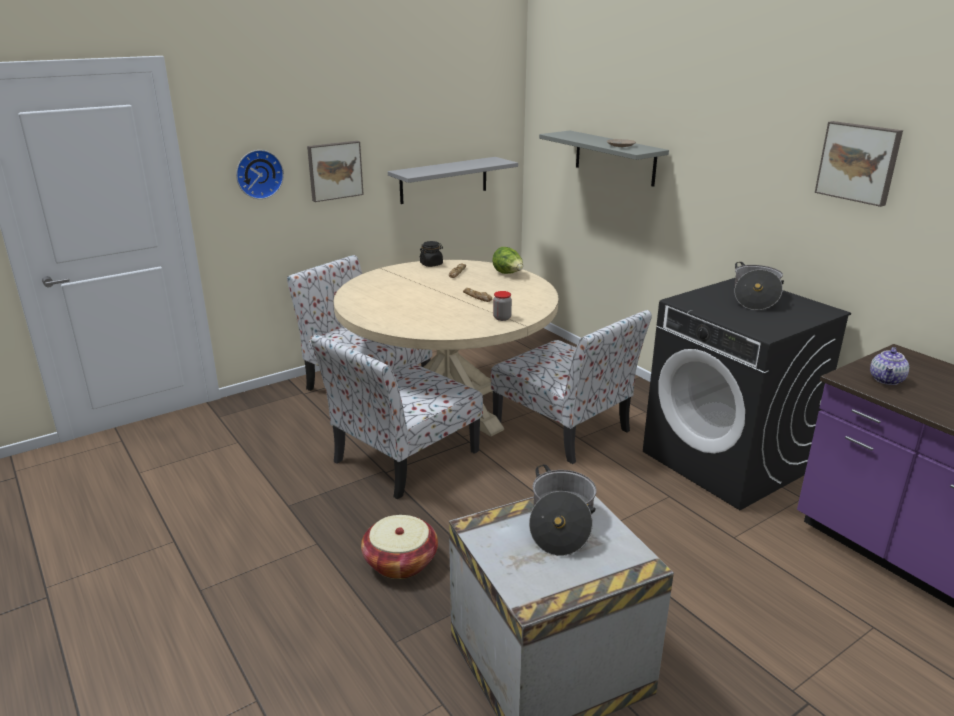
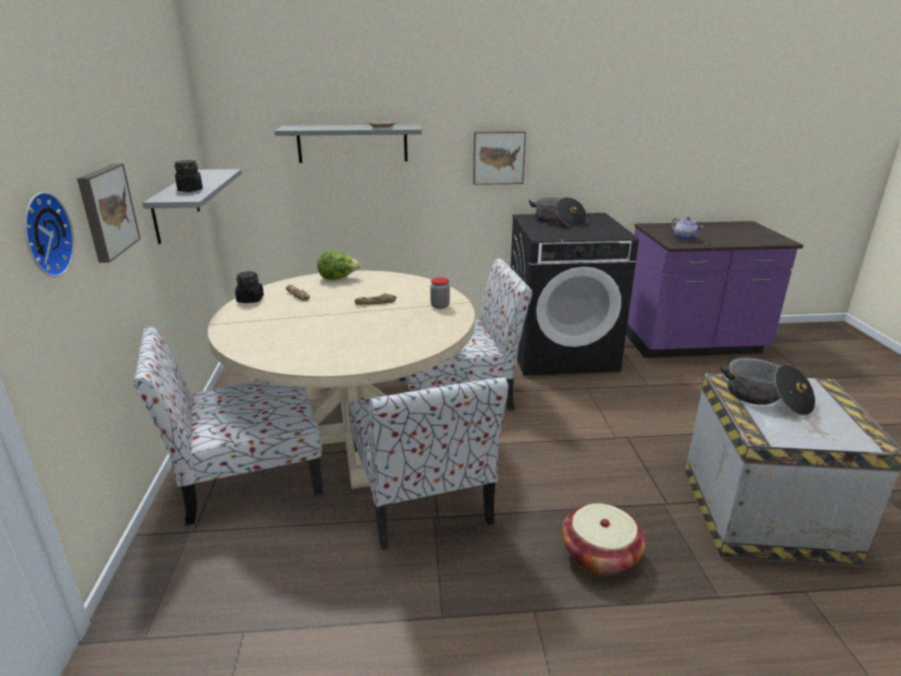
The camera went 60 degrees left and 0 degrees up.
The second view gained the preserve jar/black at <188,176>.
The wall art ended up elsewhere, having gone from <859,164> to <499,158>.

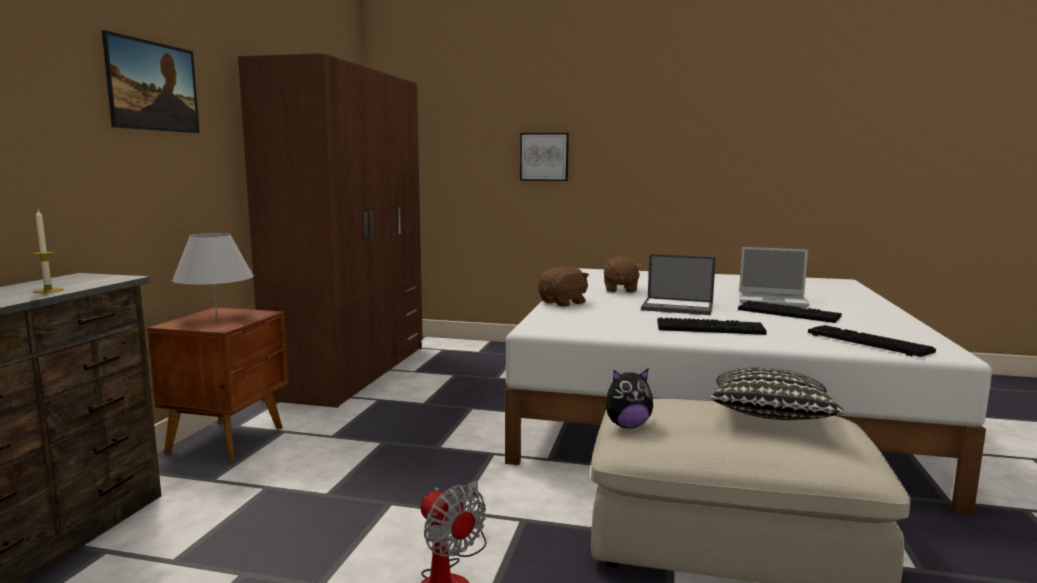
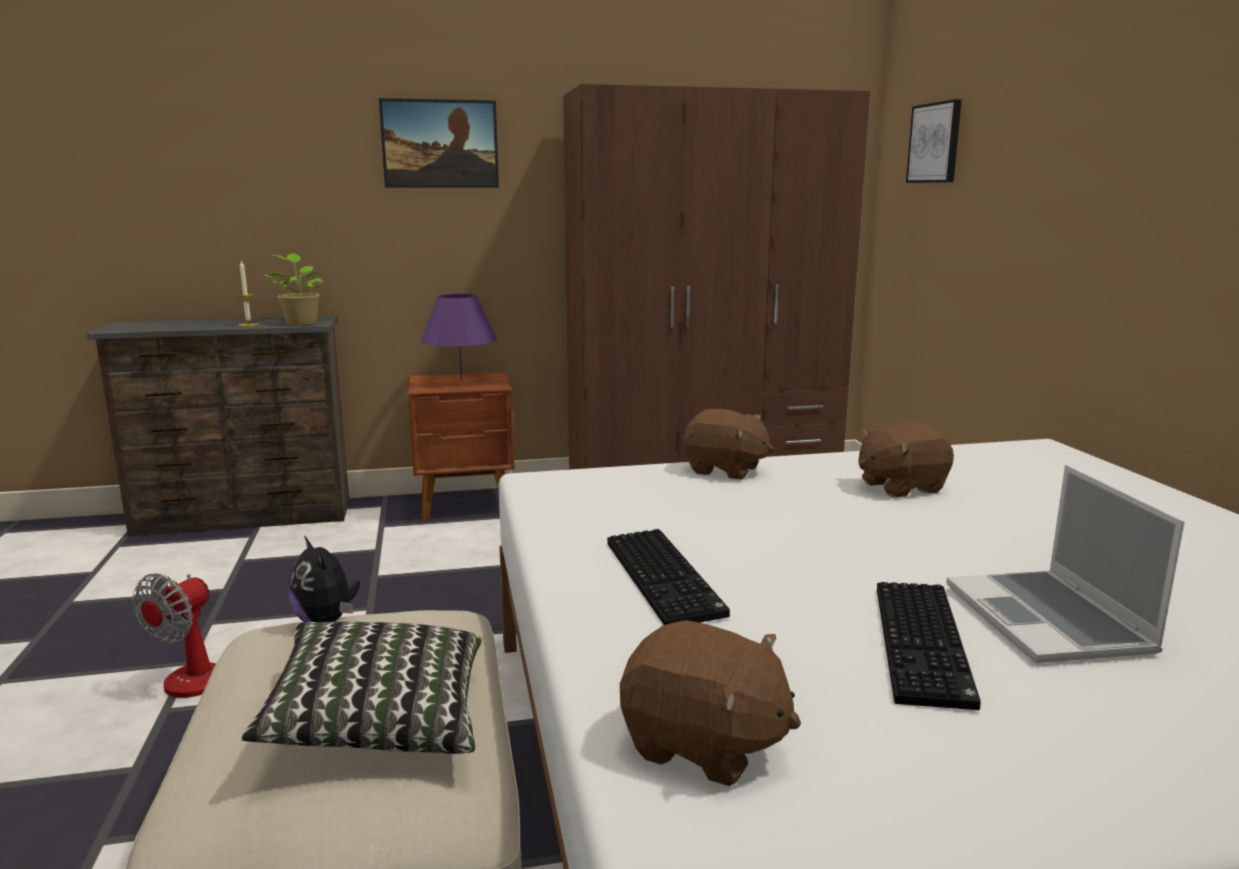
The camera went 65 degrees right and 5 degrees up.
The second view lost the notebook computer at <678,284>.
The second view gained the plant in a pot at <294,289>.
The wall art ended up elsewhere, having gone from <544,157> to <934,141>.
Where the PC keyboard stood at <872,341>, the cuddly toy/brown-coloured came to stand at <710,703>.
What was the tabletop lamp/white at <213,275> turned into the tabletop lamp/purple-coloured at <459,337>.

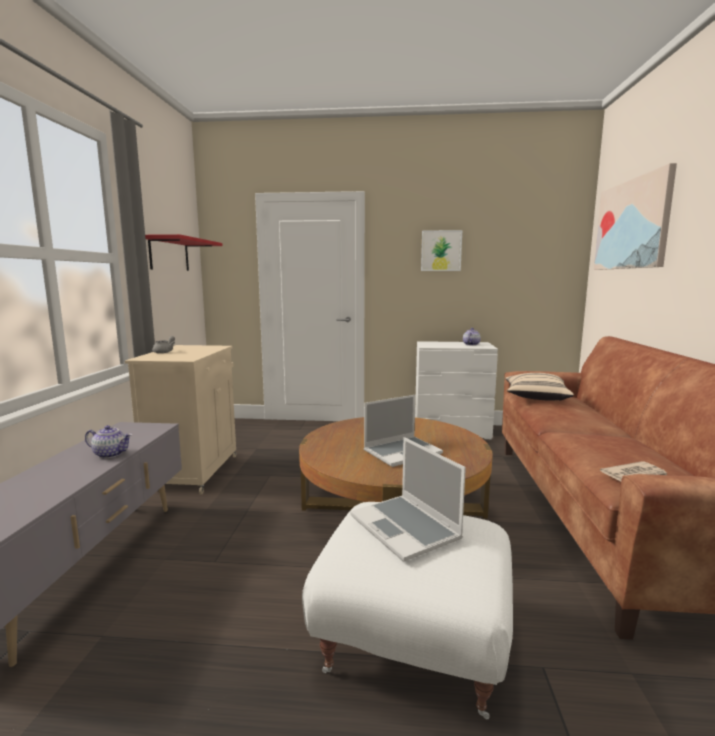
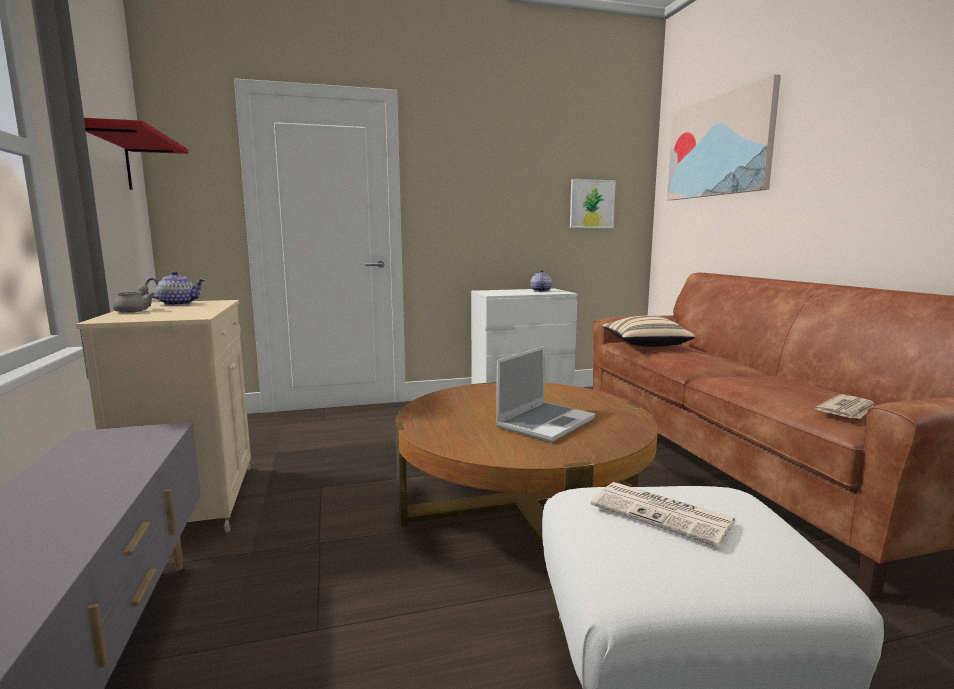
The camera went 20 degrees left and 0 degrees up.
The teapot ended up elsewhere, having gone from <108,441> to <175,288>.
The wall art ended up elsewhere, having gone from <441,250> to <593,203>.
Where the notebook computer stood at <408,499>, the daily paper came to stand at <663,514>.

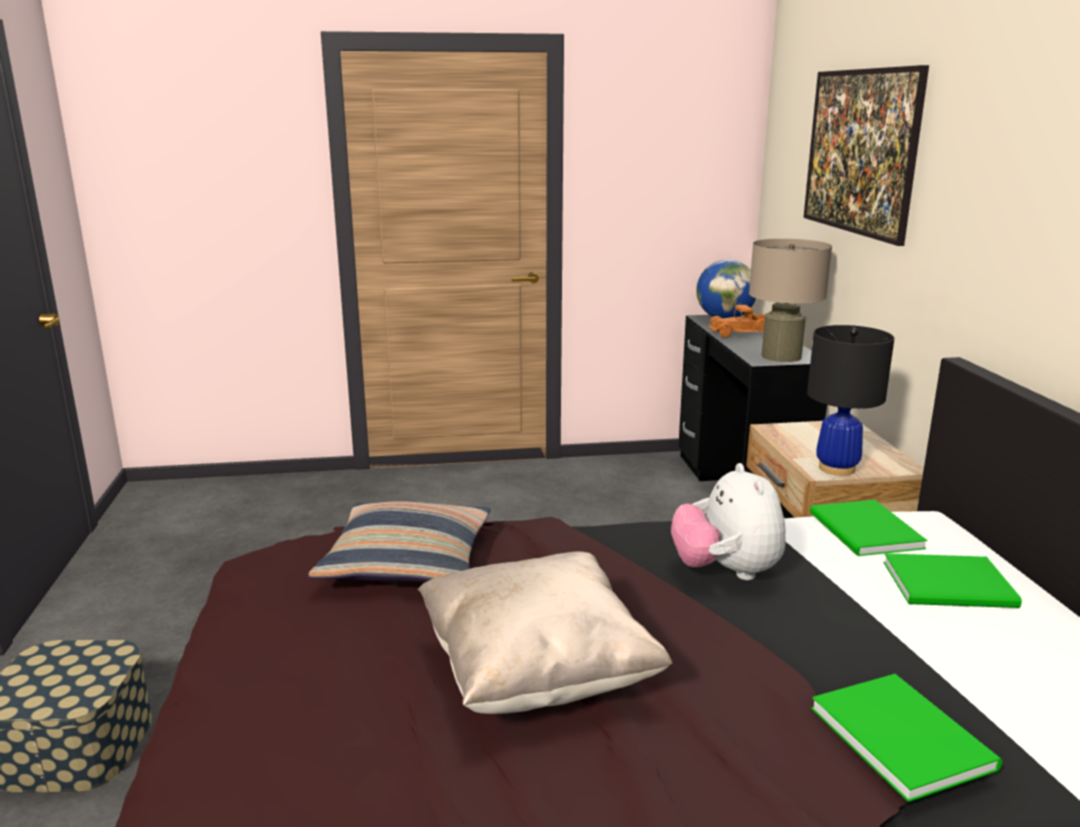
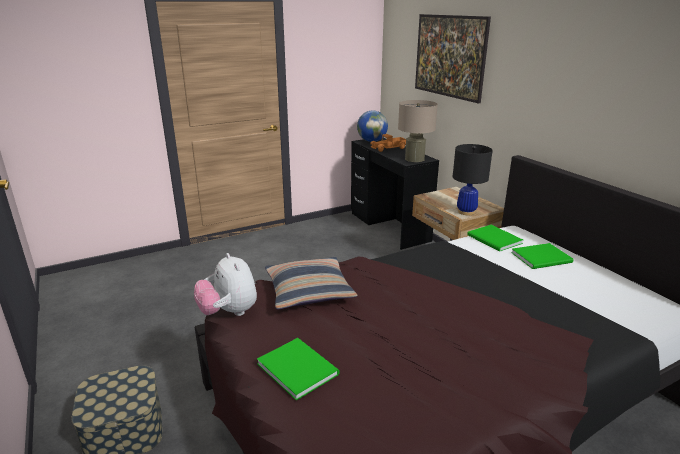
The camera went 20 degrees left and 5 degrees up.
The second view lost the pillow/beige-coloured at <545,632>.
The cuddly toy ended up elsewhere, having gone from <728,521> to <225,284>.
The book/green ended up elsewhere, having gone from <906,738> to <298,369>.

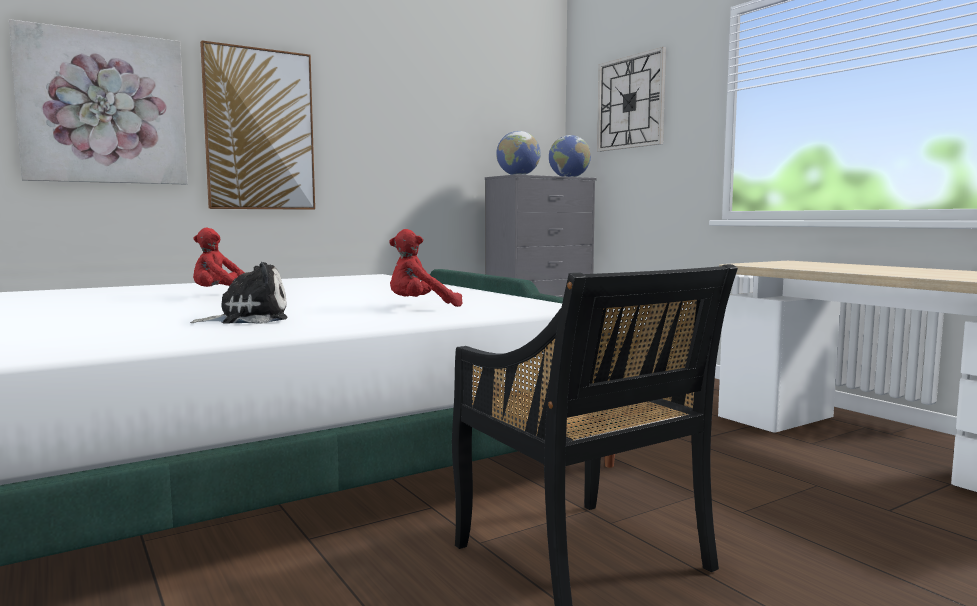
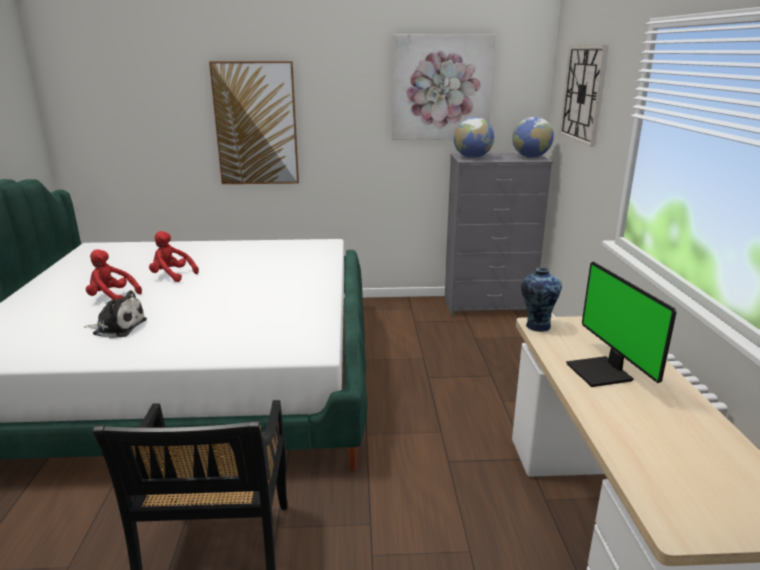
The camera went 30 degrees right and 15 degrees up.
The second view gained the decorative vase at <541,299>.
The second view gained the computer screen at <621,324>.
The wall art ended up elsewhere, having gone from <98,101> to <443,87>.
The cuddly toy/red-coloured ended up elsewhere, having gone from <425,268> to <114,274>.

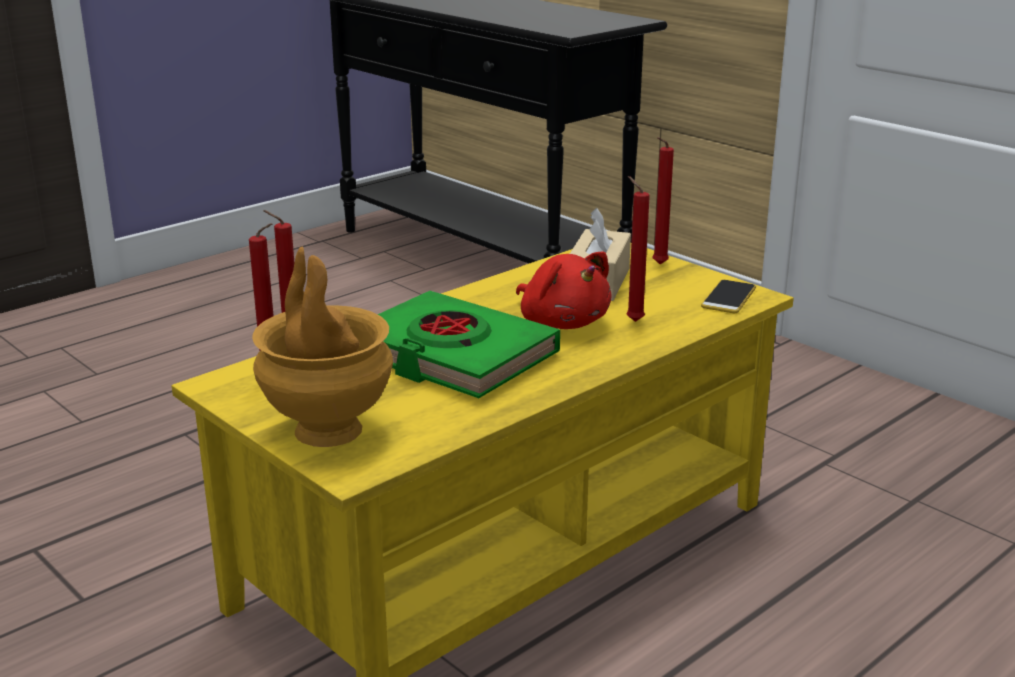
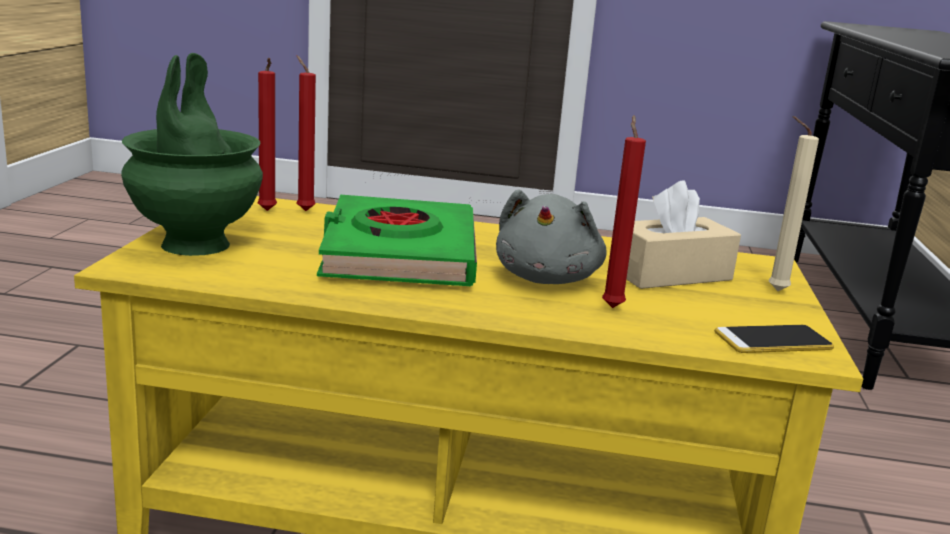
The camera went 50 degrees right and 5 degrees down.
What was the decorative vase/brown-coloured at <322,347> turned into the decorative vase/green at <192,154>.
What was the cuddly toy/red-coloured at <564,290> turned into the cuddly toy/grey at <551,236>.
What was the wax light/red-coloured at <663,200> turned into the wax light/beige-coloured at <793,203>.

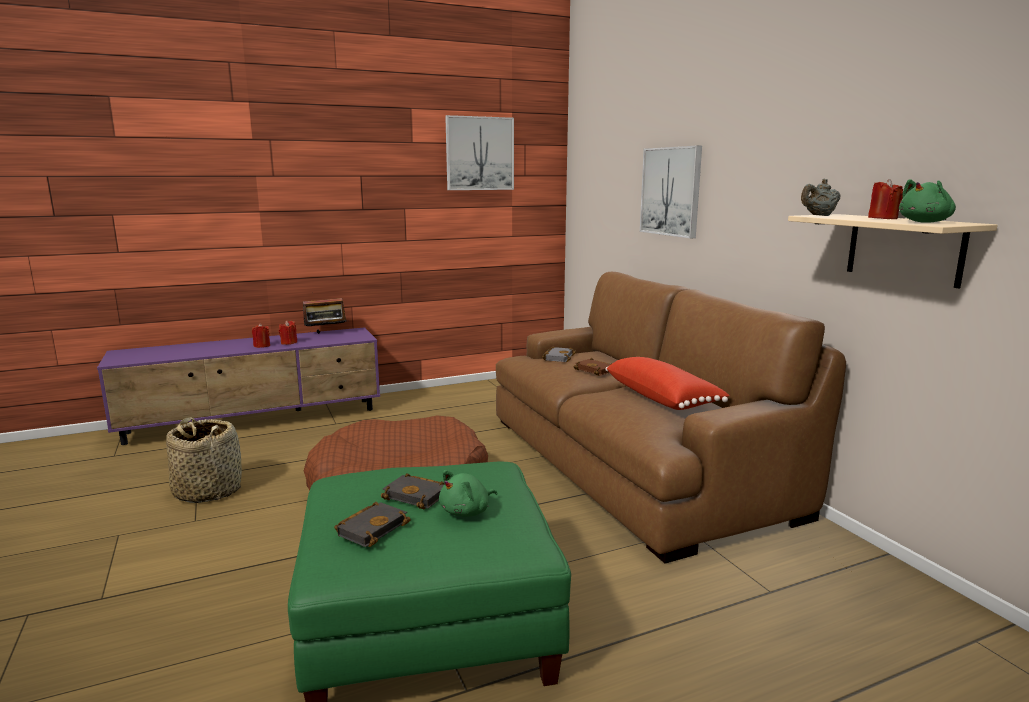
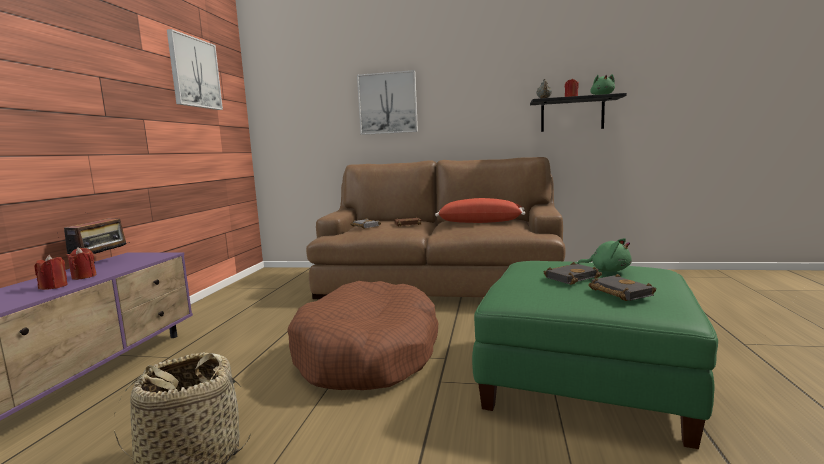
The camera went 55 degrees left and 5 degrees down.
What was the shelf/beige-coloured at <892,251> turned into the shelf/black at <578,112>.
The cuddly toy/green at <468,493> ended up facing another way, 45 degrees counterclockwise from before.

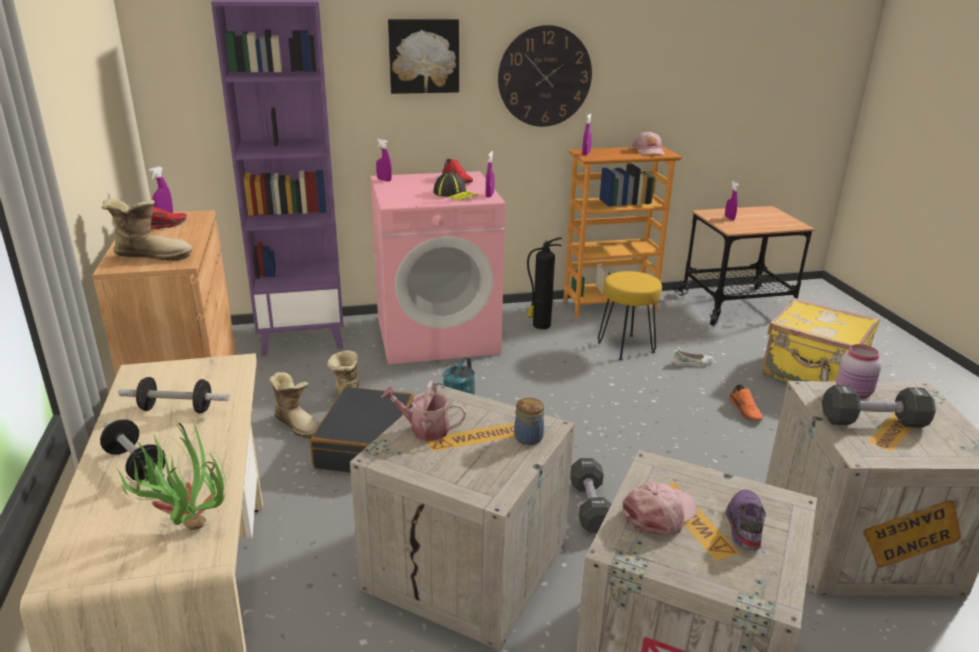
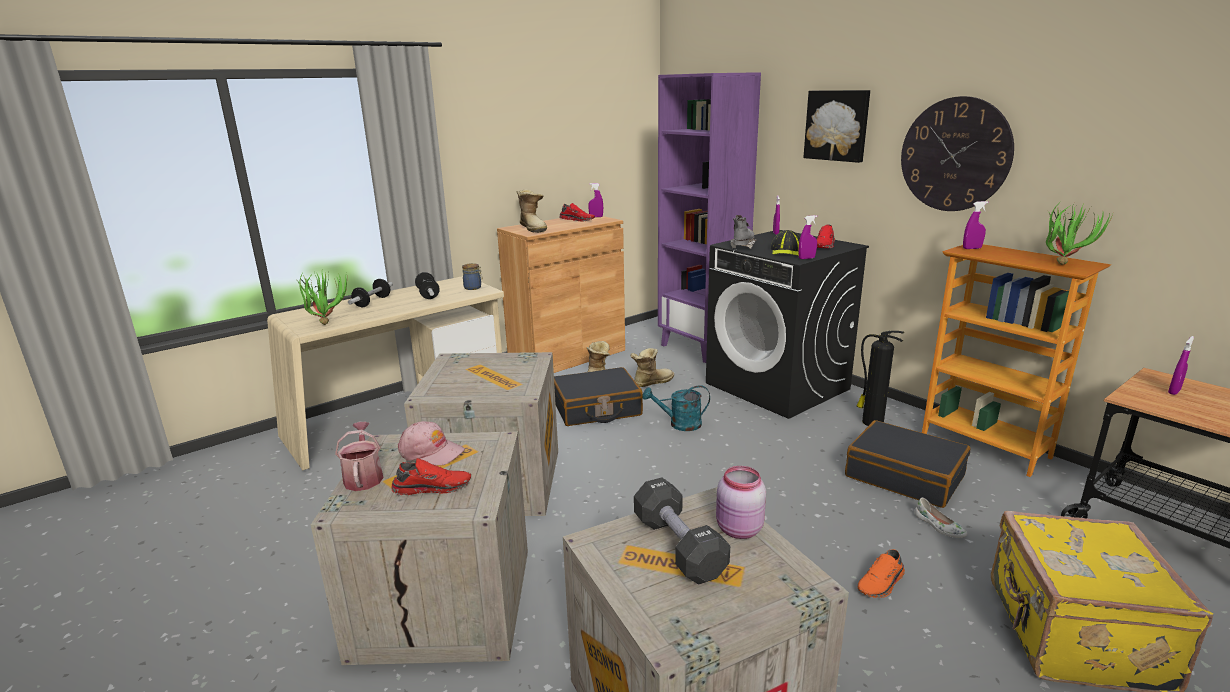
The camera went 65 degrees right and 5 degrees down.
The second view lost the free weight/black at <591,495>.
The second view gained the boot/grey at <744,232>.
The watering pot ended up elsewhere, having gone from <423,411> to <359,456>.
The preserve jar ended up elsewhere, having gone from <529,421> to <472,276>.
Where the sitting stool/yellowish stood at <630,315>, the travel case/black came to stand at <907,464>.
Where the peaked cap/pinkish stood at <648,143>, the plant in a pot came to stand at <1079,232>.
What was the washing machine/pinkish at <437,268> turned into the washing machine/black at <787,324>.
What was the low shoe/purple-coloured at <746,520> turned into the low shoe/red-coloured at <431,476>.

